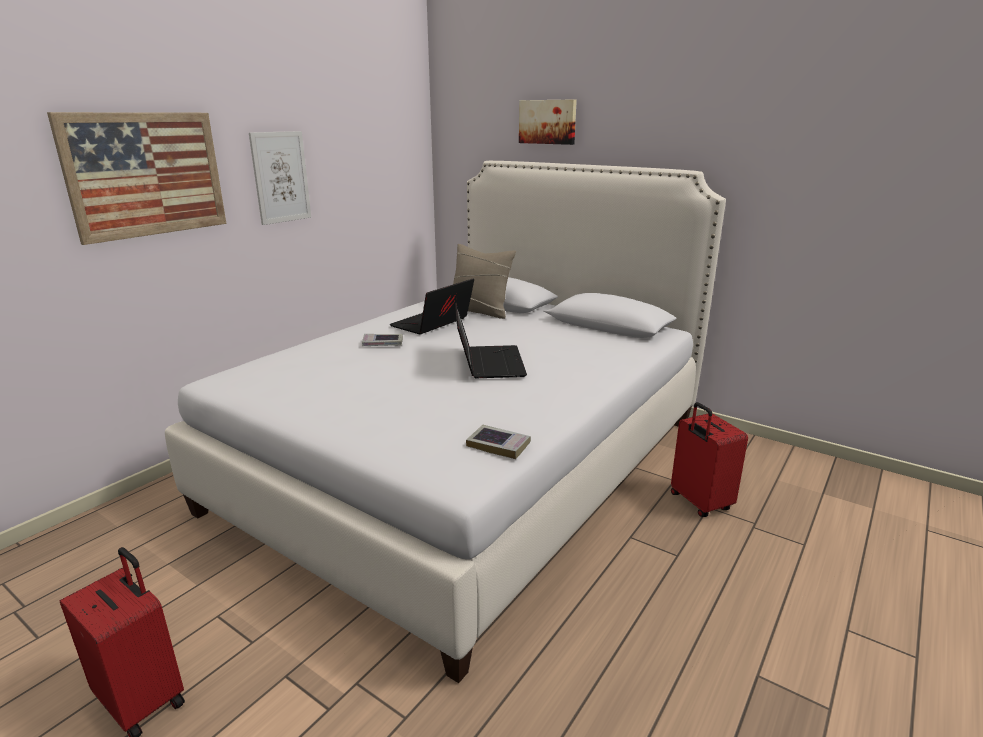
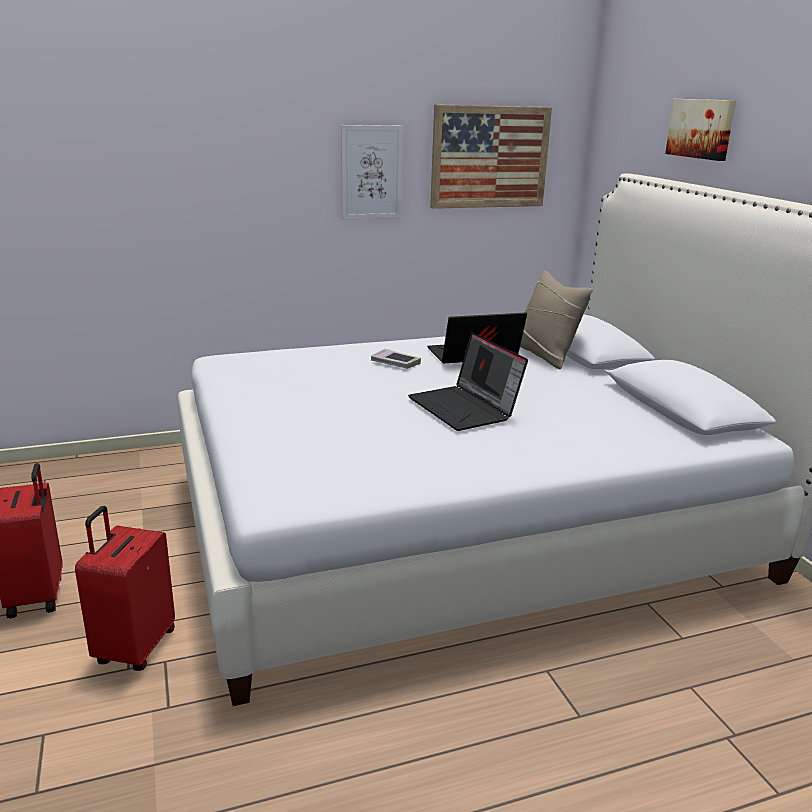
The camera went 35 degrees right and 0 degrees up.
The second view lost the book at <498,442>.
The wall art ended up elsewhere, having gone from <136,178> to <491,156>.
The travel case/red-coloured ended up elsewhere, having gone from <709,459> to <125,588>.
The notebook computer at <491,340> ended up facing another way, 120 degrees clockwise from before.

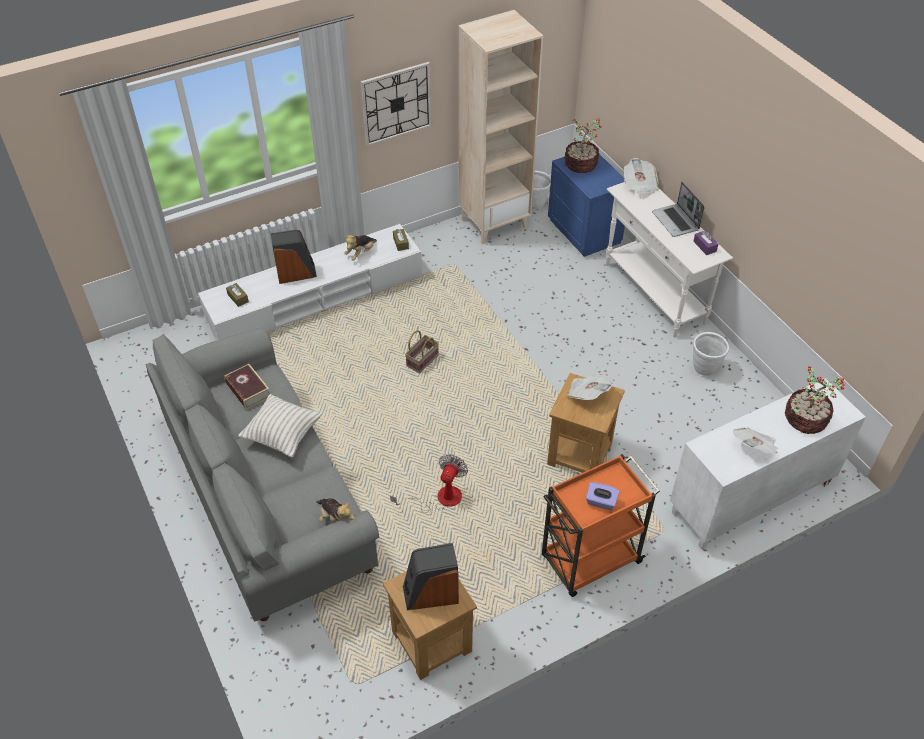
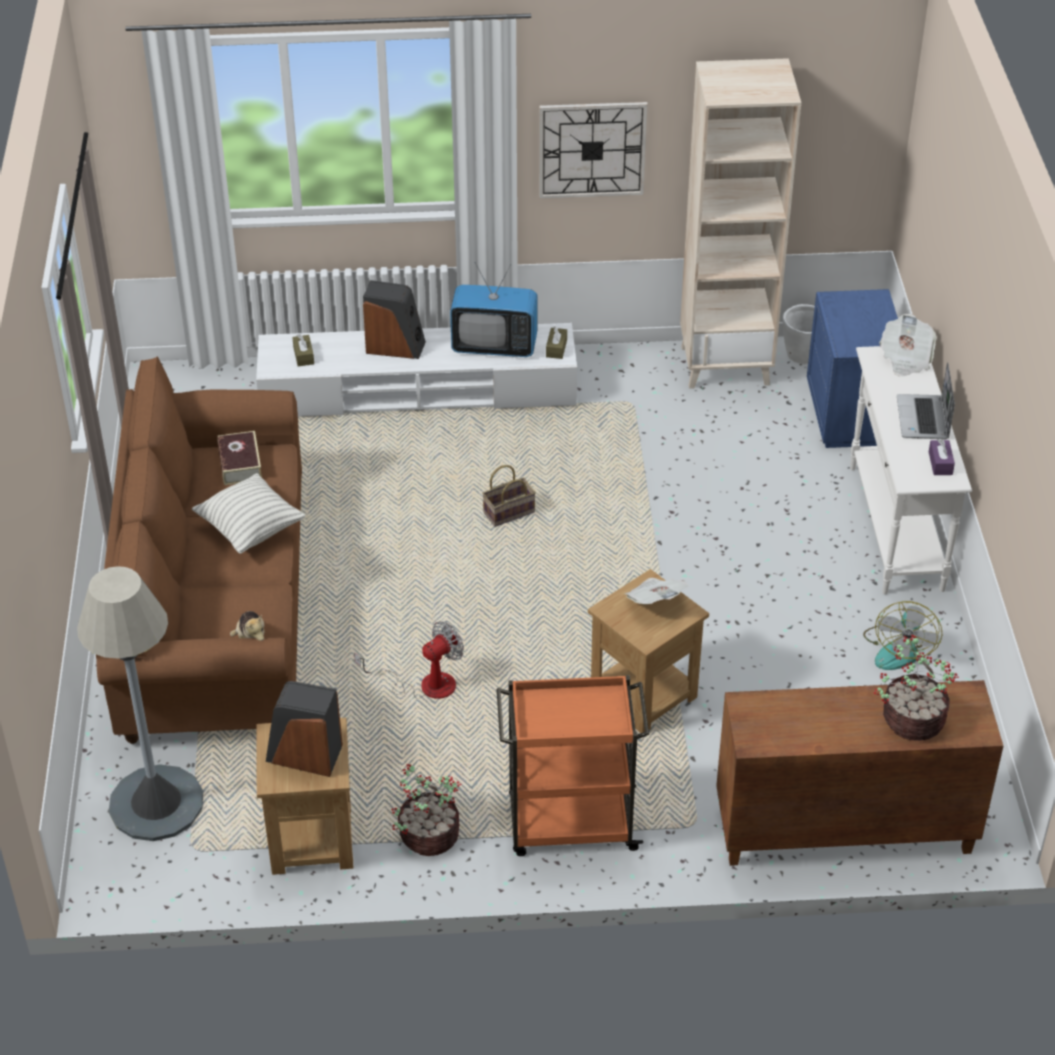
The camera went 25 degrees right and 5 degrees down.
The second view lost the tissue box/purple-coloured at <603,496>.
The second view lost the daily paper at <755,440>.
The second view gained the floor lamp/grey at <140,703>.
The plant in a pot ended up elsewhere, having gone from <582,145> to <426,810>.
Where the cuddly toy stood at <360,248>, the TV set came to stand at <493,309>.
Where the flower pot/white stood at <711,354>, the cooling fan came to stand at <902,635>.
What was the couch/grey at <262,474> turned into the couch/brown-coloured at <199,550>.
What was the cabinet/white at <768,463> turned into the cabinet/brown-coloured at <859,773>.

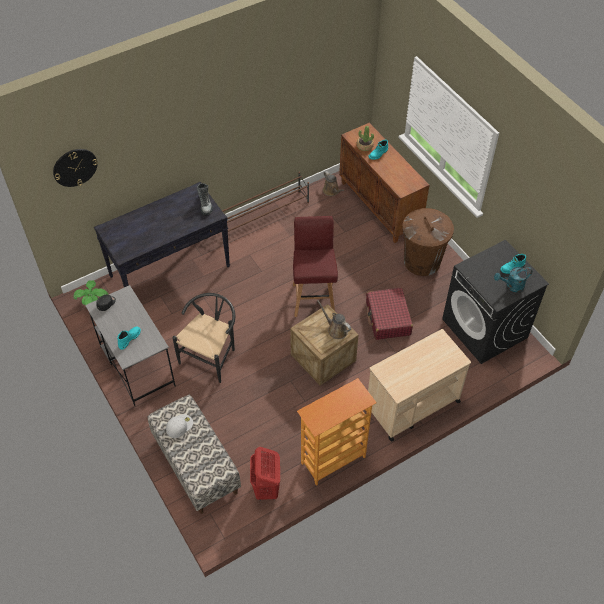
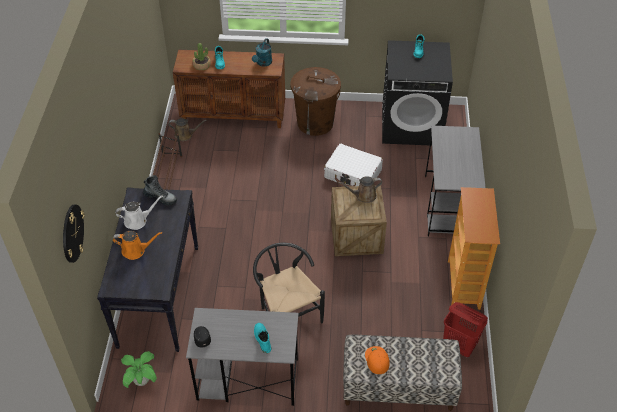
The camera went 55 degrees left and 5 degrees down.
The second view lost the sitting stool/red-coloured at <315,266>.
The second view gained the watering pot/orange at <137,245>.
The second view gained the watering pot/white at <139,212>.
The watering pot/turquoise-coloured ended up elsewhere, having gone from <513,279> to <262,52>.
Where the trolley/beige-coloured stood at <419,385>, the desk unit/grey came to stand at <455,181>.
What was the peaked cap/white at <179,426> turned into the peaked cap/orange at <377,360>.
What was the travel case/red-coloured at <389,314> turned into the travel case/white at <353,165>.

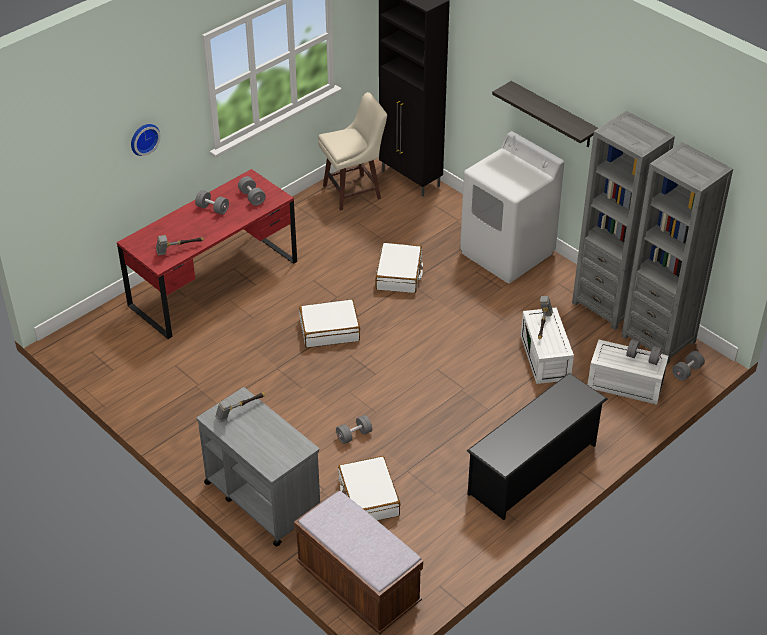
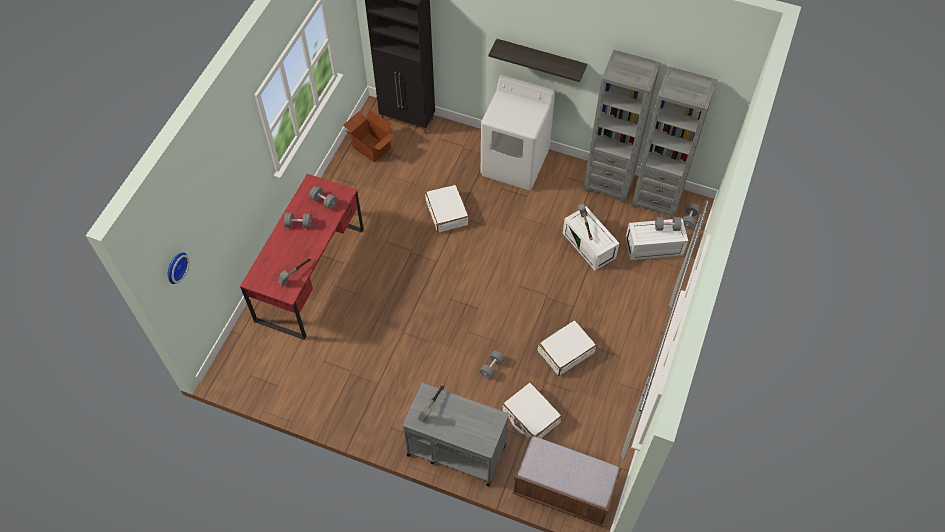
The camera went 25 degrees left and 15 degrees up.
The second view lost the shoe shelf/black at <537,446>.
The wall clock ended up elsewhere, having gone from <146,140> to <179,268>.
The travel case/white ended up elsewhere, having gone from <329,323> to <567,348>.
Where the sitting stool/beige-coloured stood at <352,151>, the cardboard box came to stand at <369,135>.

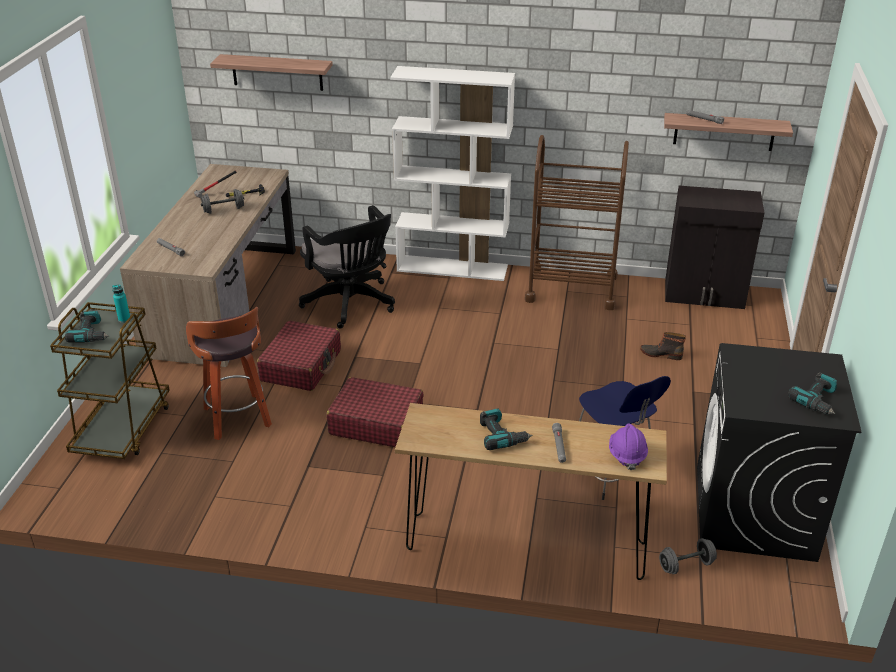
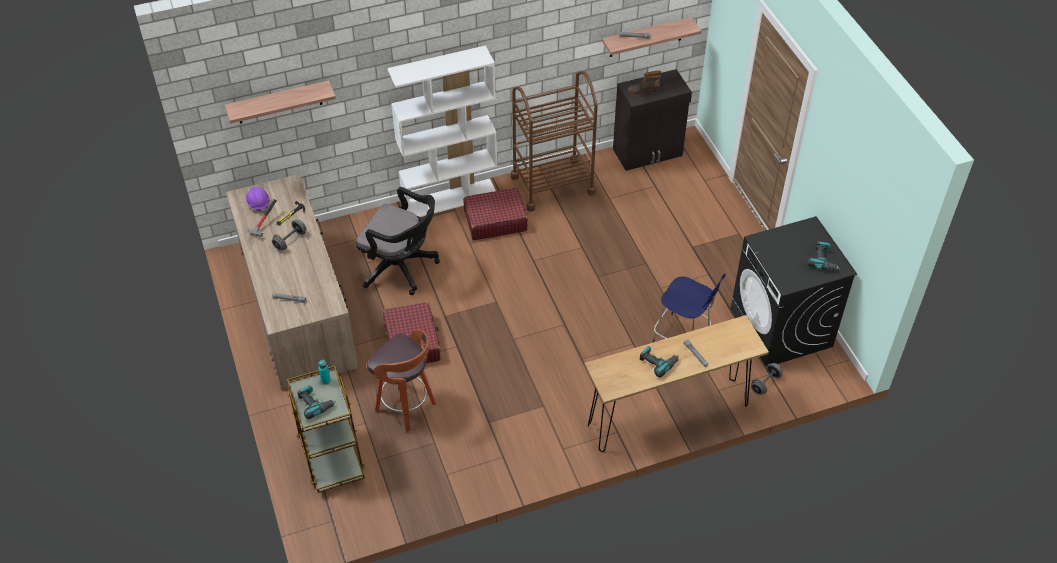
The camera went 30 degrees left and 15 degrees up.
The travel case/red-coloured ended up elsewhere, having gone from <375,412> to <495,214>.
The safety helmet/purple-coloured ended up elsewhere, having gone from <628,446> to <258,199>.
The boot ended up elsewhere, having gone from <663,346> to <644,82>.

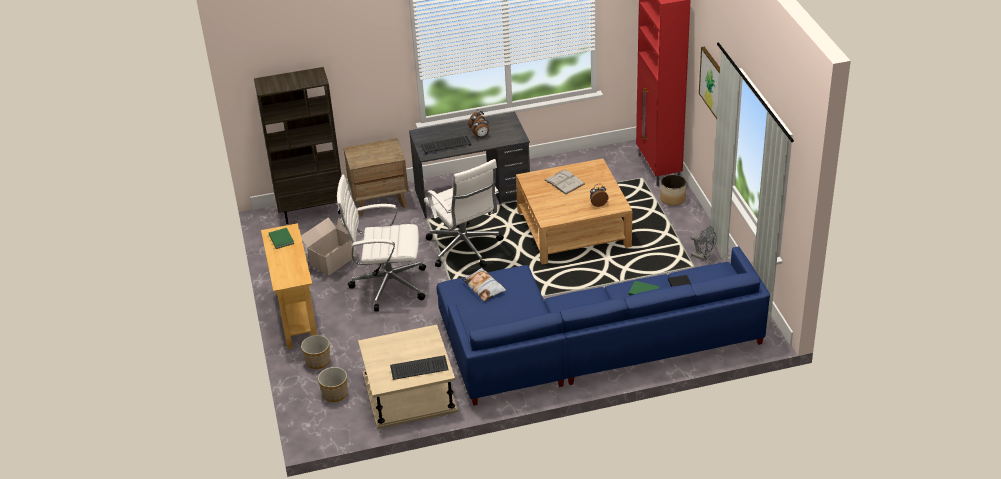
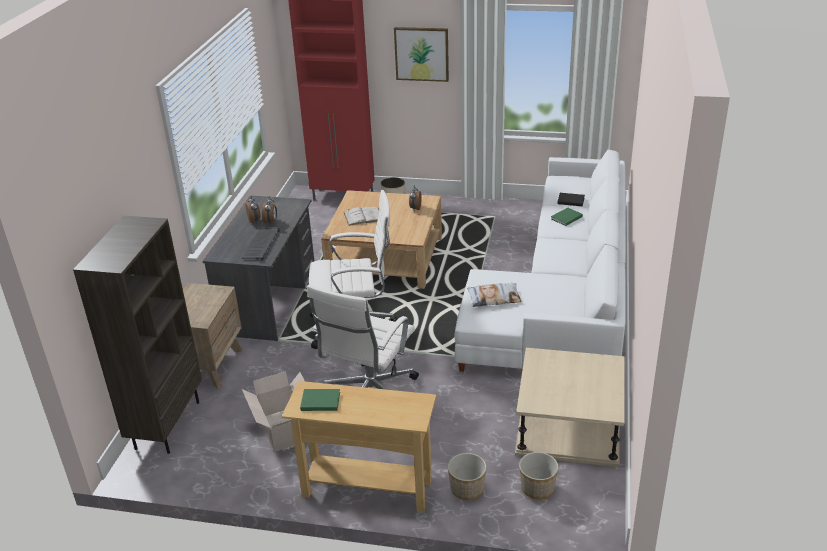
The camera went 65 degrees left and 5 degrees down.
The second view lost the PC keyboard at <419,367>.
The second view lost the cooling fan/grey at <703,243>.
What was the couch/blue-coloured at <603,326> turned into the couch/white at <540,261>.

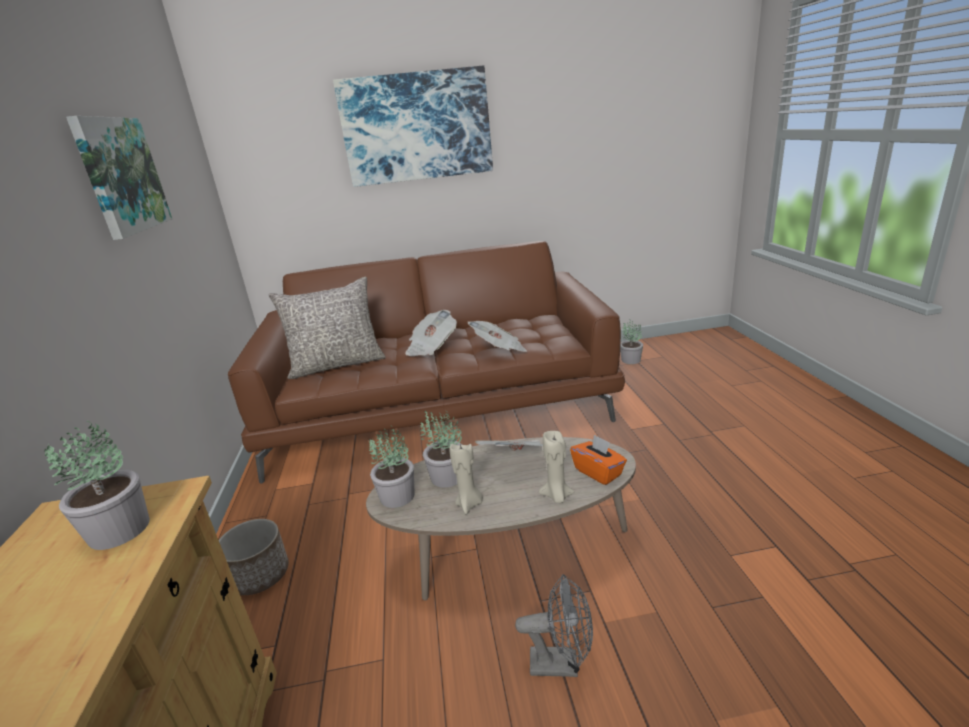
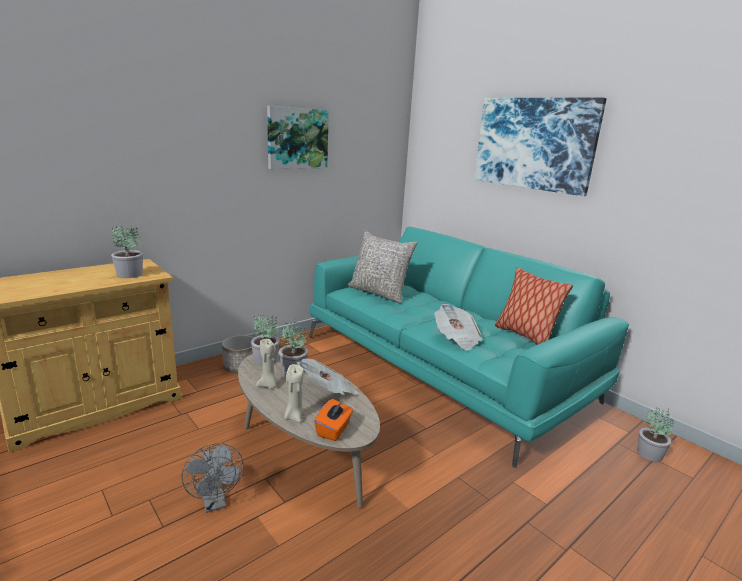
The camera went 55 degrees right and 5 degrees down.
The second view lost the daily paper at <431,333>.
The second view gained the pillow at <534,306>.
What was the couch/brown-coloured at <426,362> turned into the couch/turquoise-coloured at <469,347>.

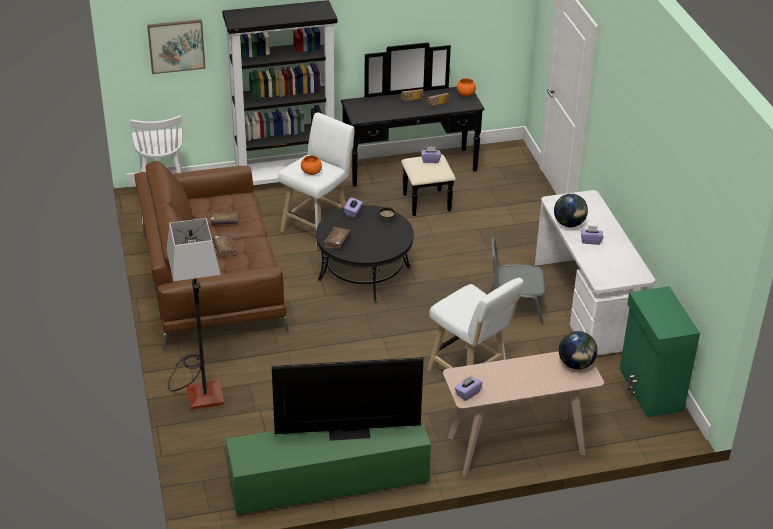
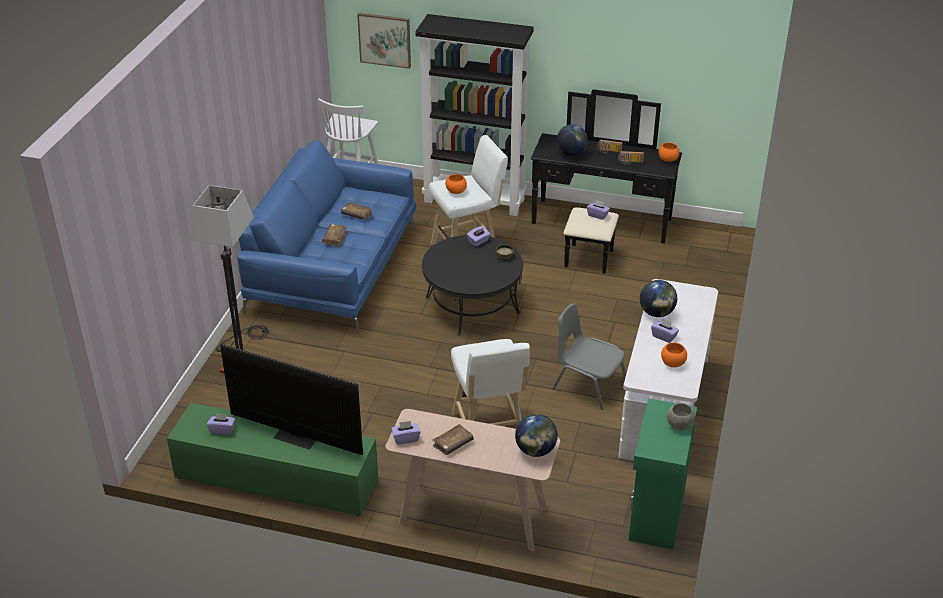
The camera went 30 degrees right and 0 degrees up.
The second view gained the tissue box/purple-coloured at <221,424>.
The second view gained the world globe at <572,140>.
The second view gained the deep dish/orange at <674,354>.
The second view gained the deep dish/grey at <681,416>.
The book/brown-coloured ended up elsewhere, having gone from <337,238> to <453,439>.
What was the couch/brown-coloured at <211,255> turned into the couch/blue-coloured at <326,238>.

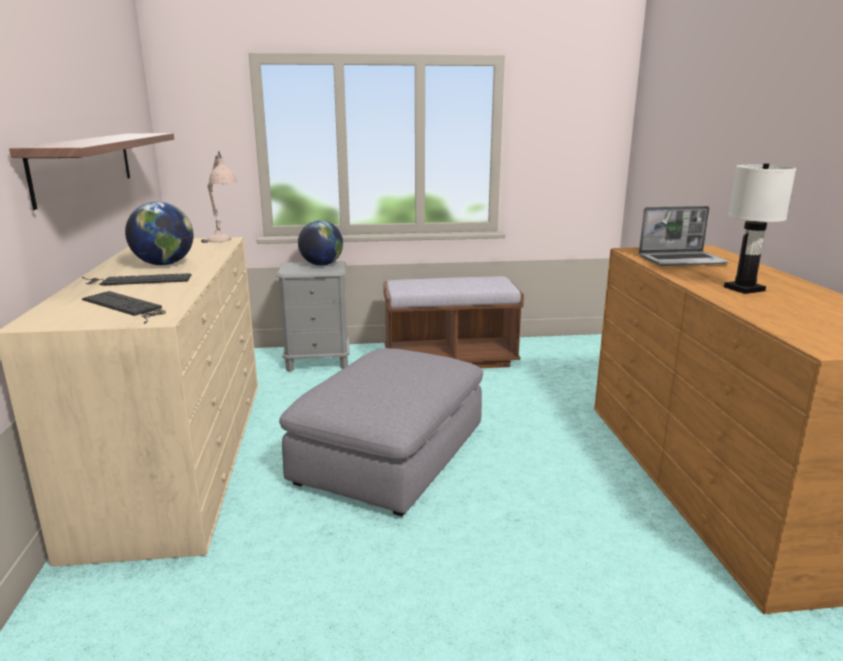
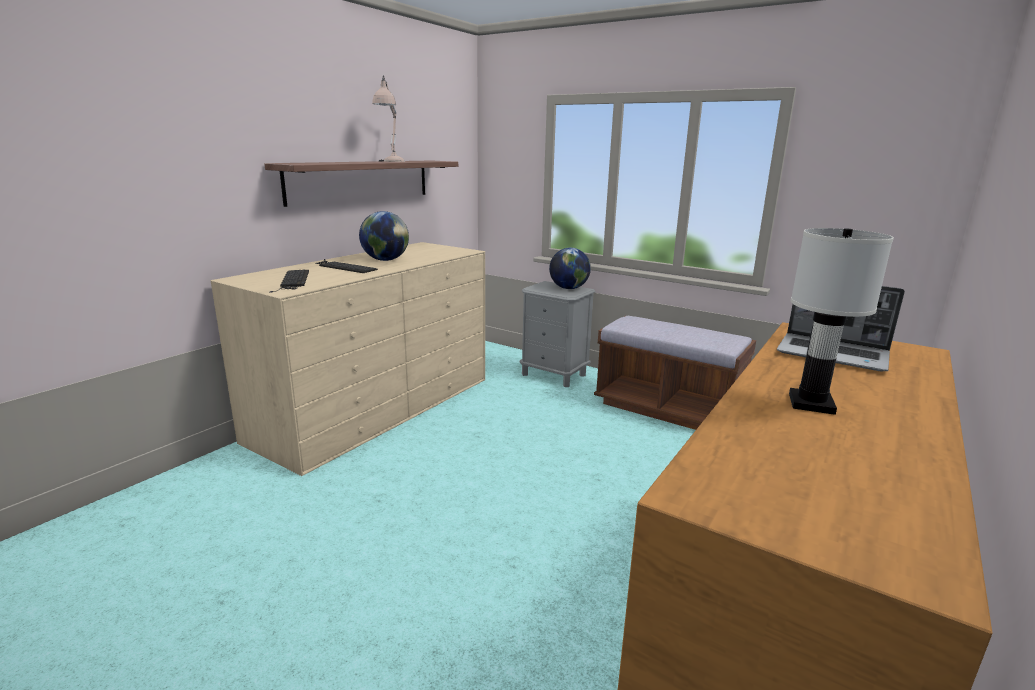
The camera went 40 degrees right and 0 degrees up.
The second view lost the footrest/grey at <381,432>.
The tabletop lamp/beige-coloured ended up elsewhere, having gone from <219,197> to <388,118>.

